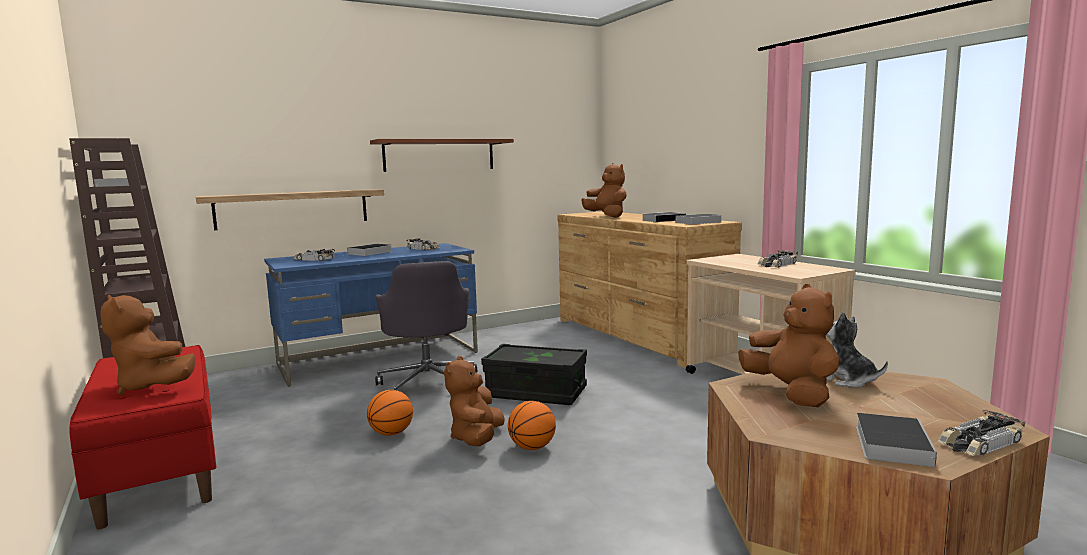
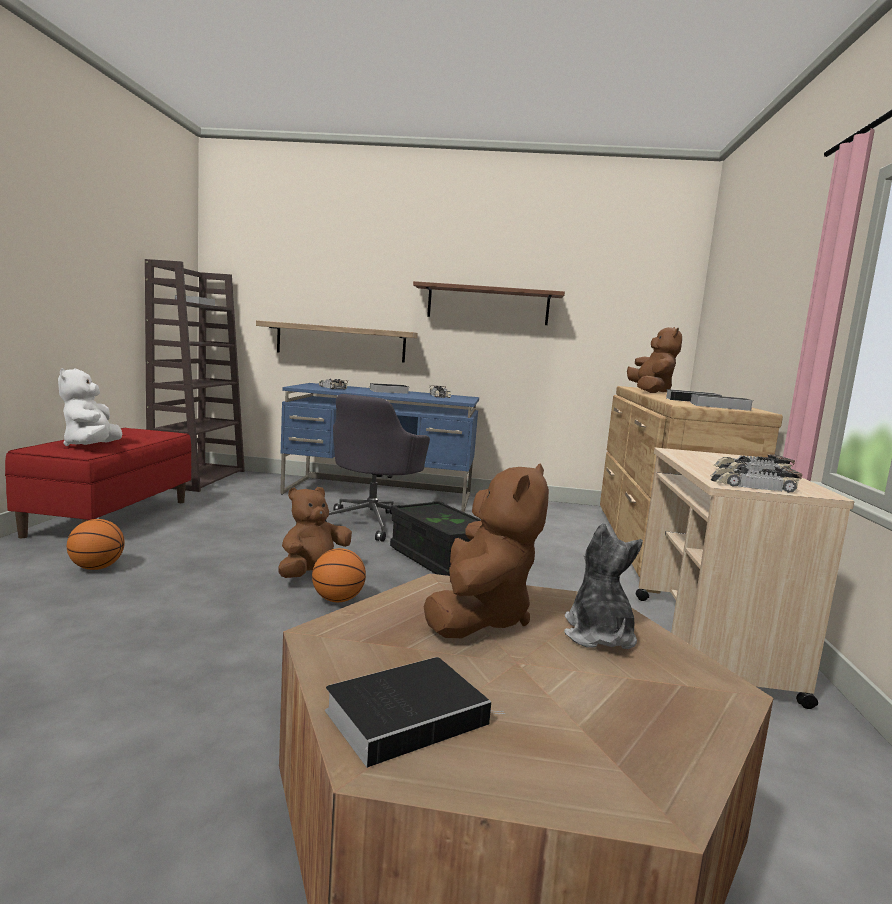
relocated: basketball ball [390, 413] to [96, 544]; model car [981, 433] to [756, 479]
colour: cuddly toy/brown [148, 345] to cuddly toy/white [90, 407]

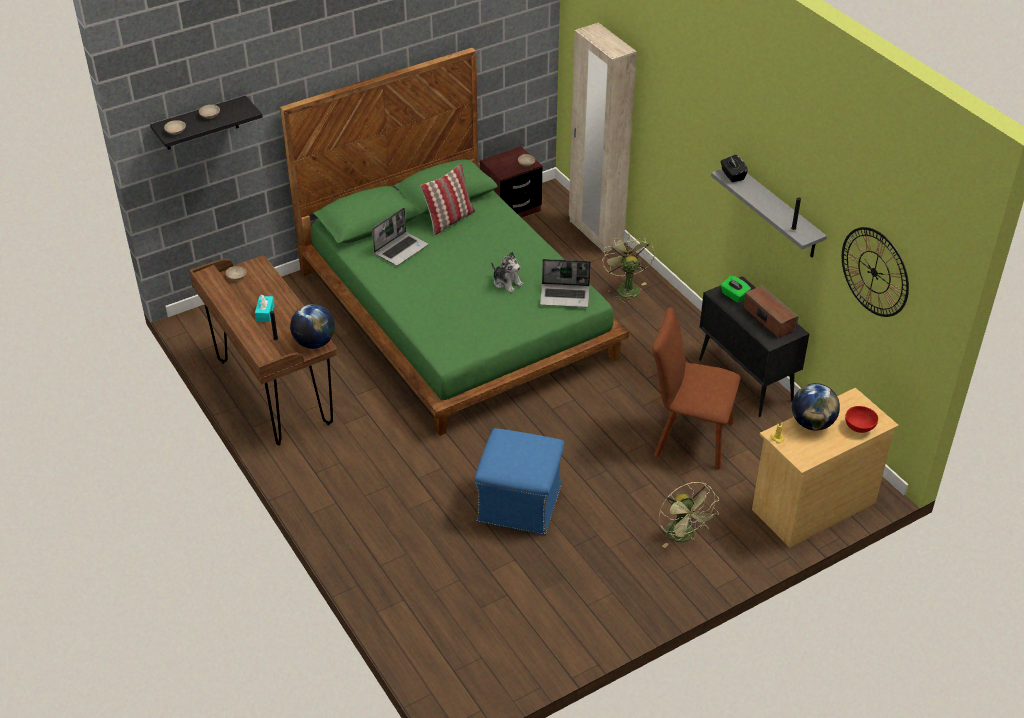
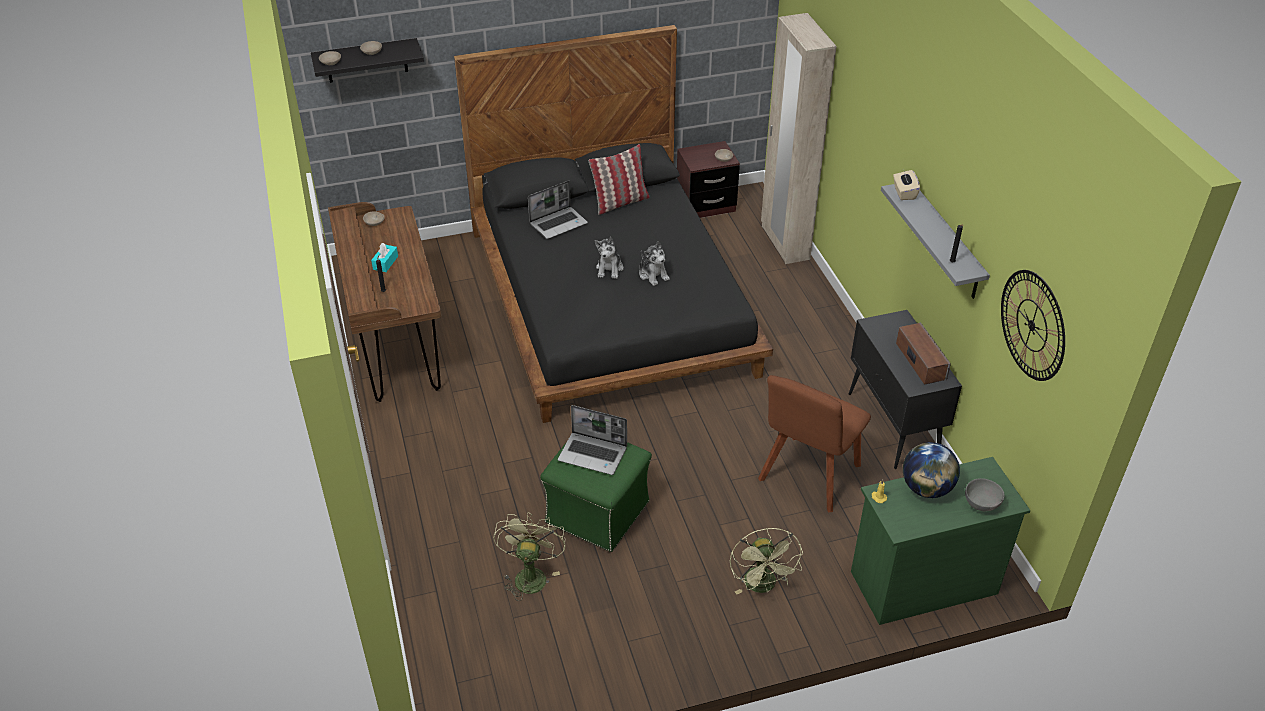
missing: globe [312, 326]; box of tissues/greenish [735, 289]
appeared: cuddly toy [608, 258]
relocated: fan/greenish [628, 269] to [529, 556]; portable computer [565, 283] to [592, 440]
colour: bed/greenish [454, 241] to bed/black [613, 224]; pouffe/bluish [519, 481] to pouffe/greenish [596, 497]; drawer chest/sand-coloured [825, 468] to drawer chest/greenish [941, 541]; box of tissues/black [734, 168] to box of tissues/sand-coloured [906, 185]; bowl/red [861, 419] to bowl/gray [985, 494]
spun: upright chair/brown [696, 388] = [814, 443] 90 degrees counterclockwise

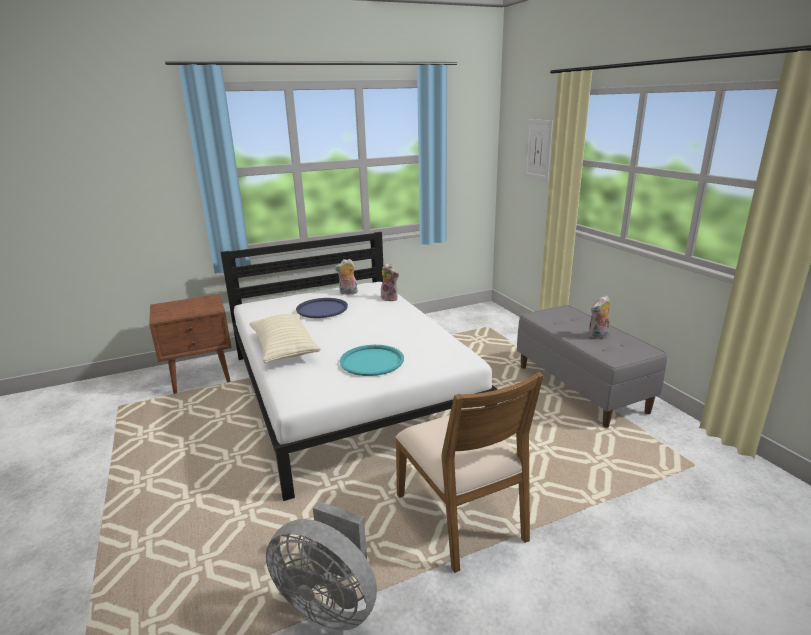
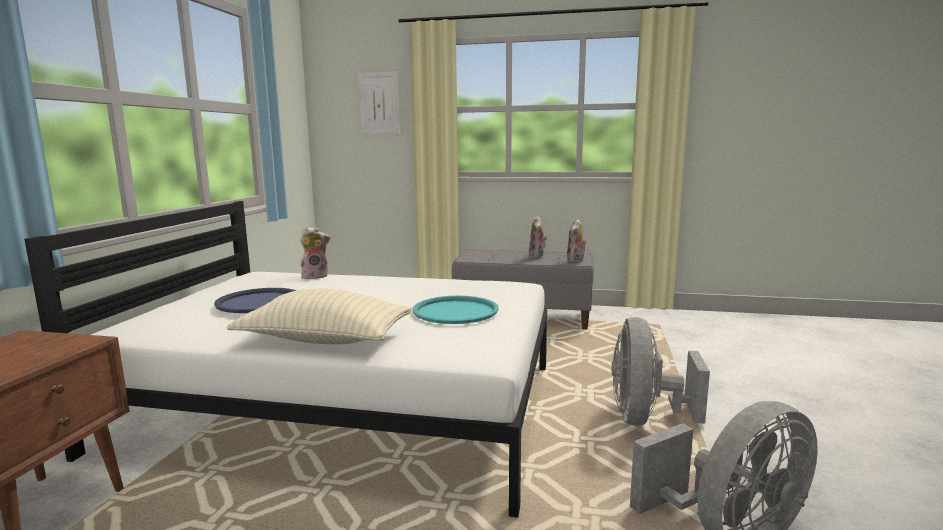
relocated: cuddly toy [346, 277] to [576, 241]
exchanged: upright chair/brown [469, 472] to fan/gray [661, 371]

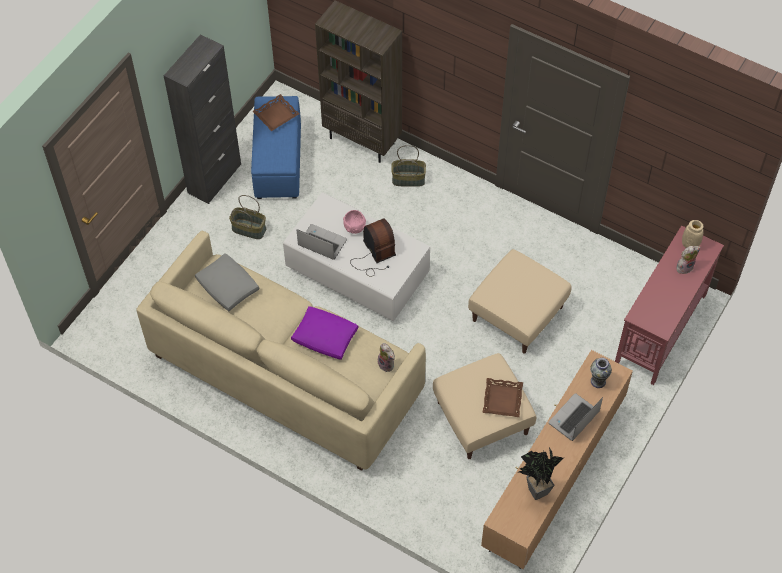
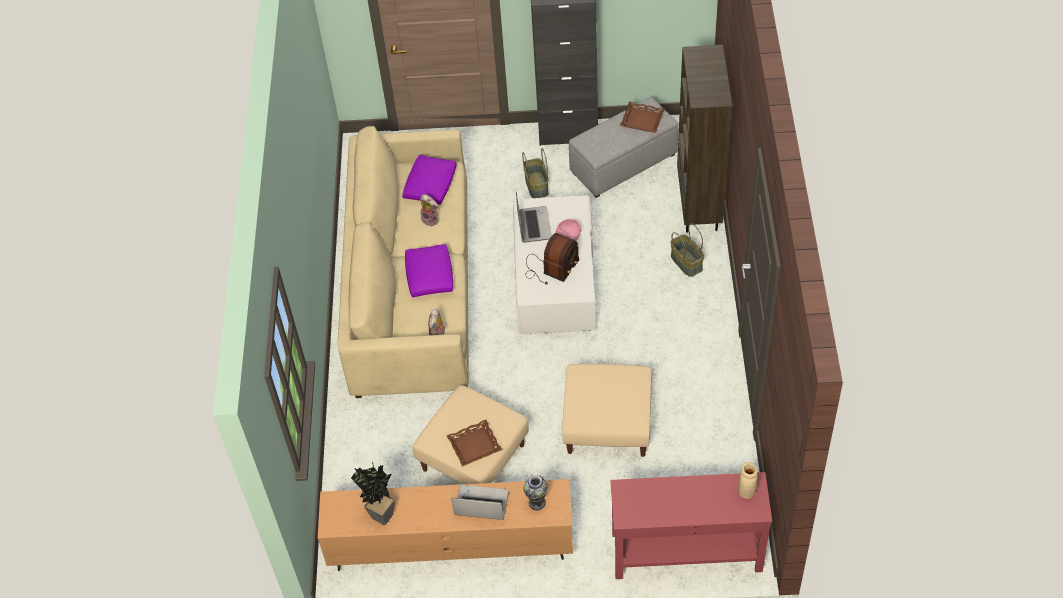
relocated: cuddly toy [688, 260] to [429, 210]
colour: cushion/gray [227, 282] to cushion/purple [429, 180]; pouffe/bluish [276, 147] to pouffe/gray [624, 148]

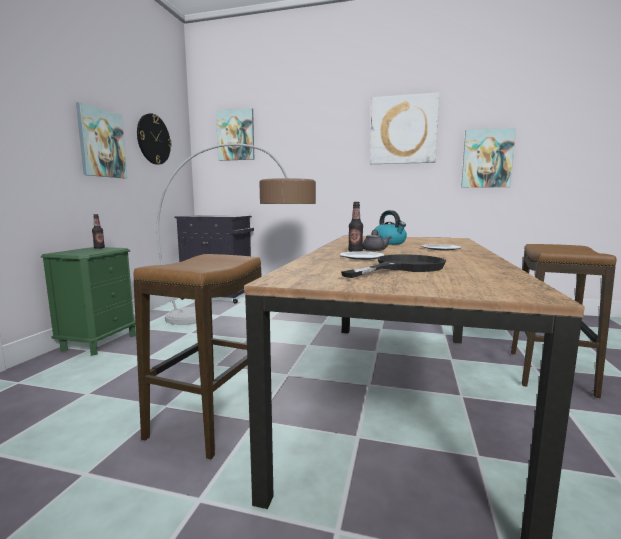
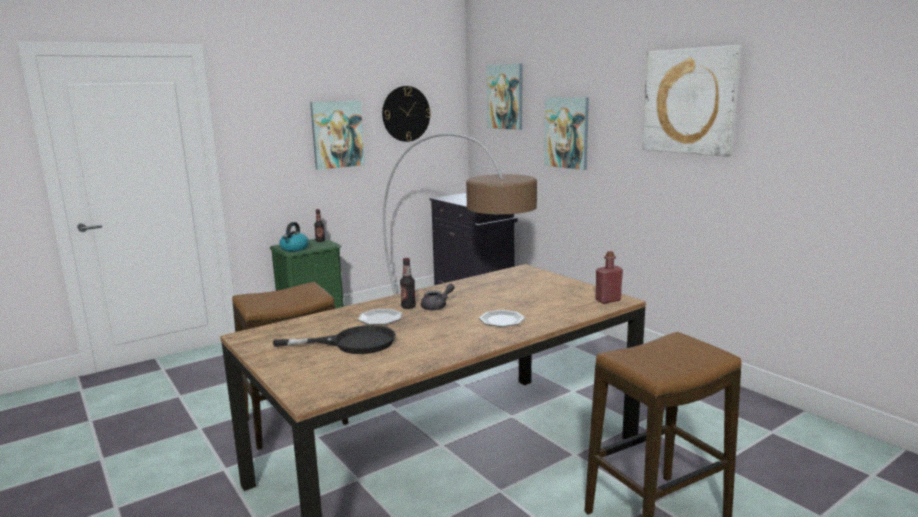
appeared: bottle/red [609, 277]
relocated: kettle [390, 227] to [294, 236]; wall picture [488, 158] to [566, 133]

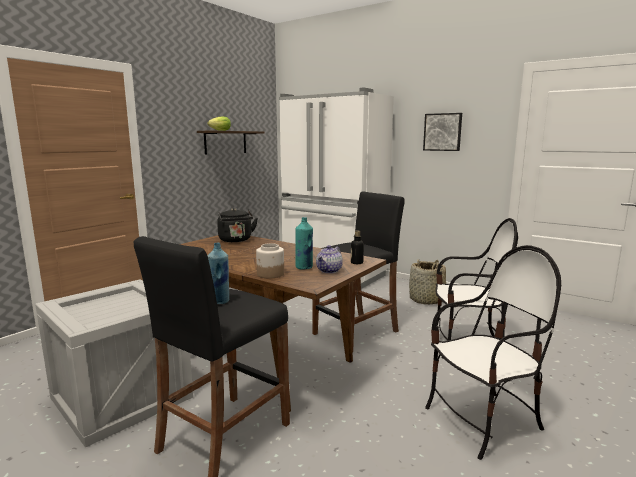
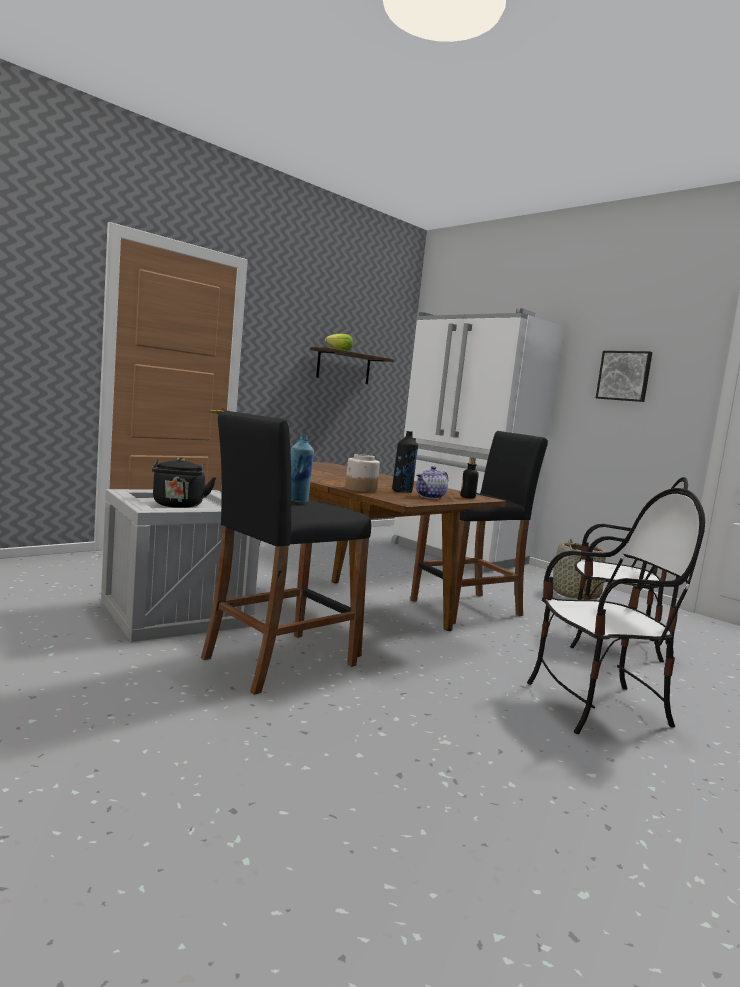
relocated: kettle/black [237, 225] to [184, 483]
colour: bottle/blue-green [304, 243] to bottle/black [405, 462]

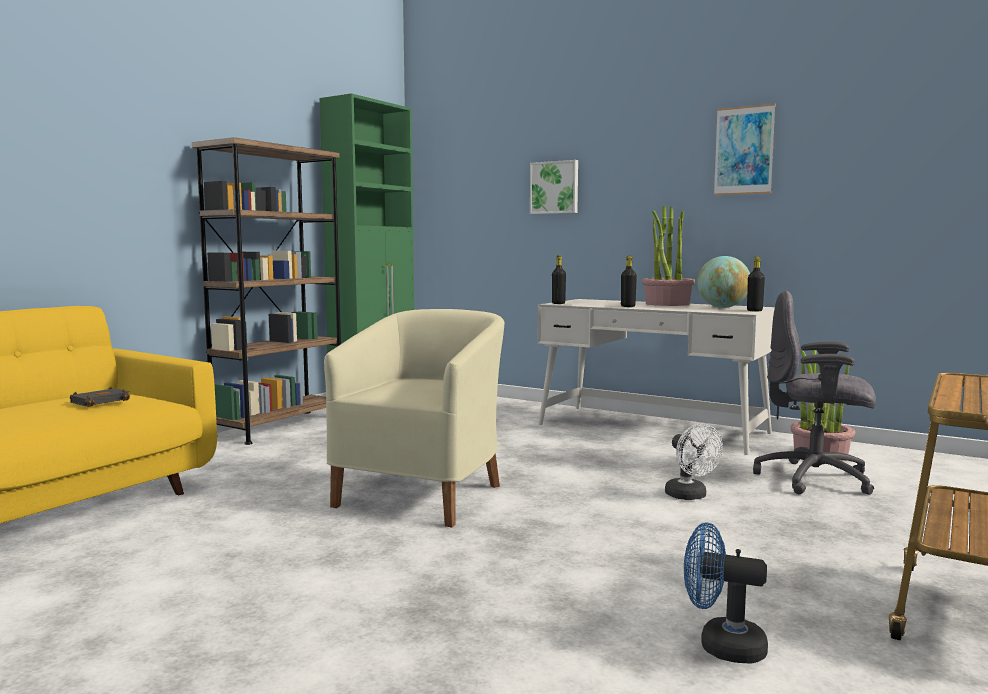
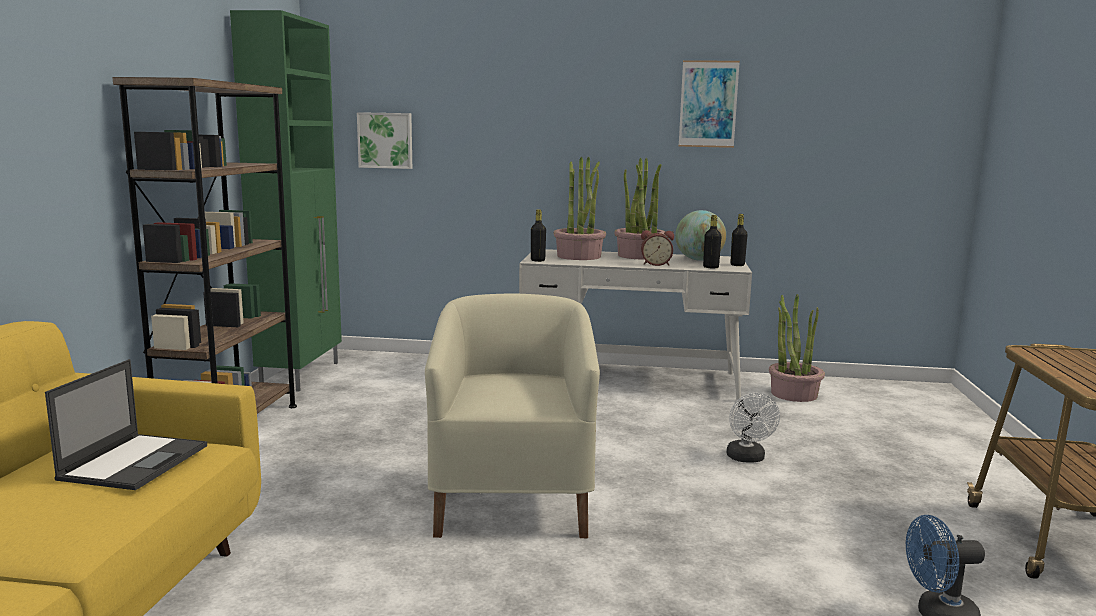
missing: computer chair/gray [814, 393]
appeared: plant in a pot [580, 208]; alarm clock [657, 248]
relocated: wall picture [554, 187] to [384, 140]; bottle/black [629, 281] to [712, 241]
exchanged: volume/black [100, 396] to portable computer [126, 424]
spun: fan/white [694, 461] = [753, 428] 45 degrees clockwise

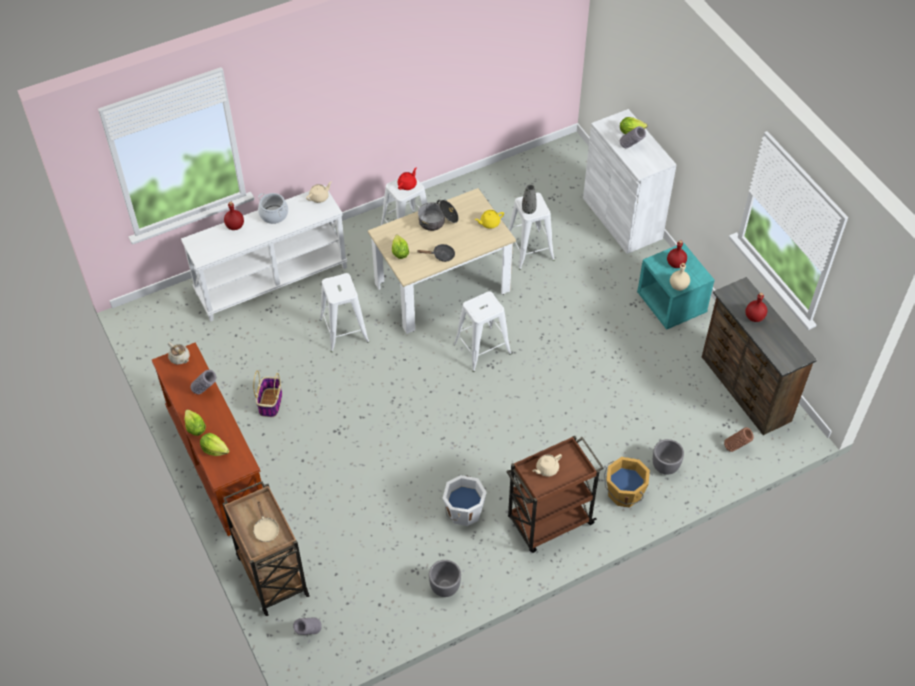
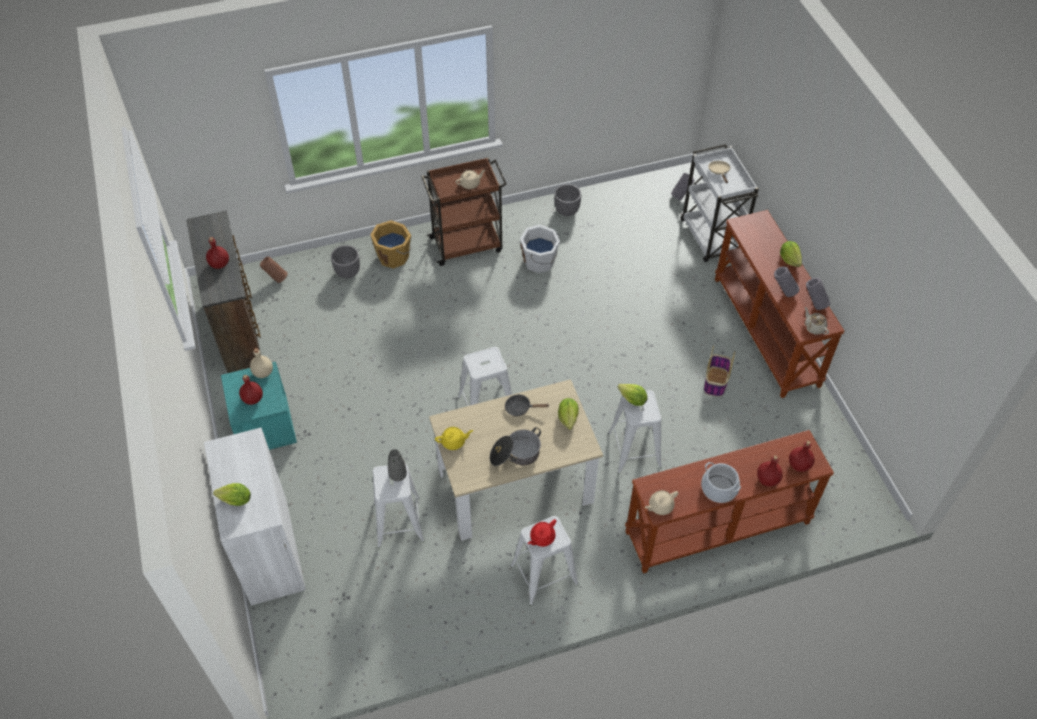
appeared: bottle/red [801, 456]
relocated: head of lettuce [214, 444] to [632, 395]; vase/gray [633, 137] to [818, 294]
colour: hall table/white [264, 253] to hall table/brown [729, 501]; wheeled cart/brown [266, 548] to wheeled cart/white [719, 203]

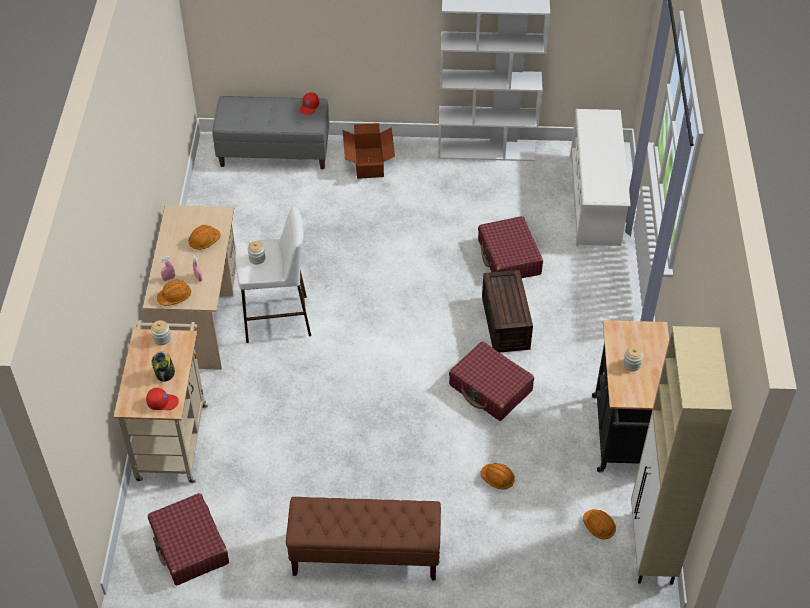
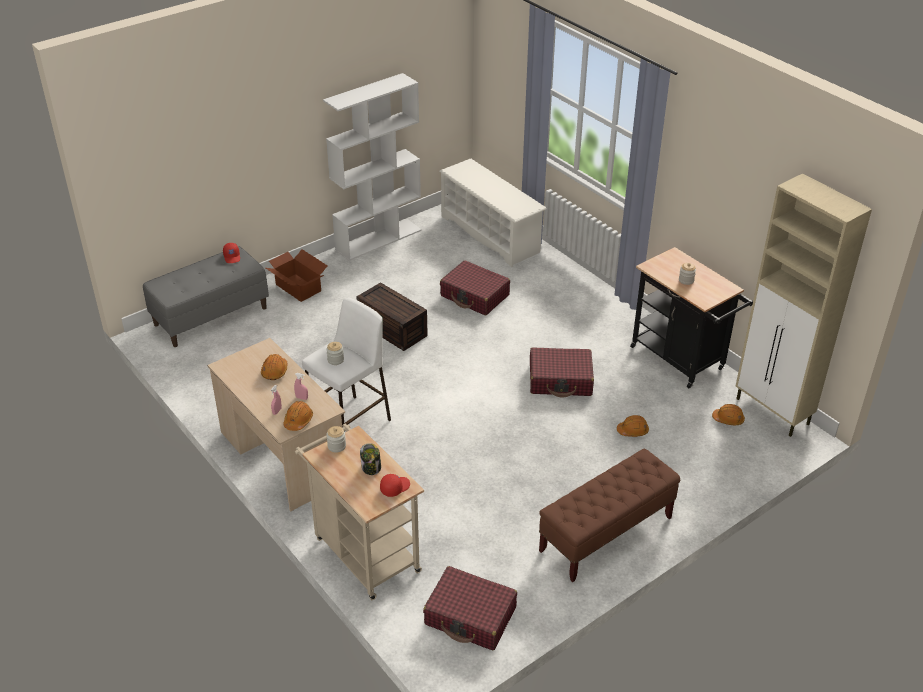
relocated: storage bin/brown [507, 311] to [392, 316]

